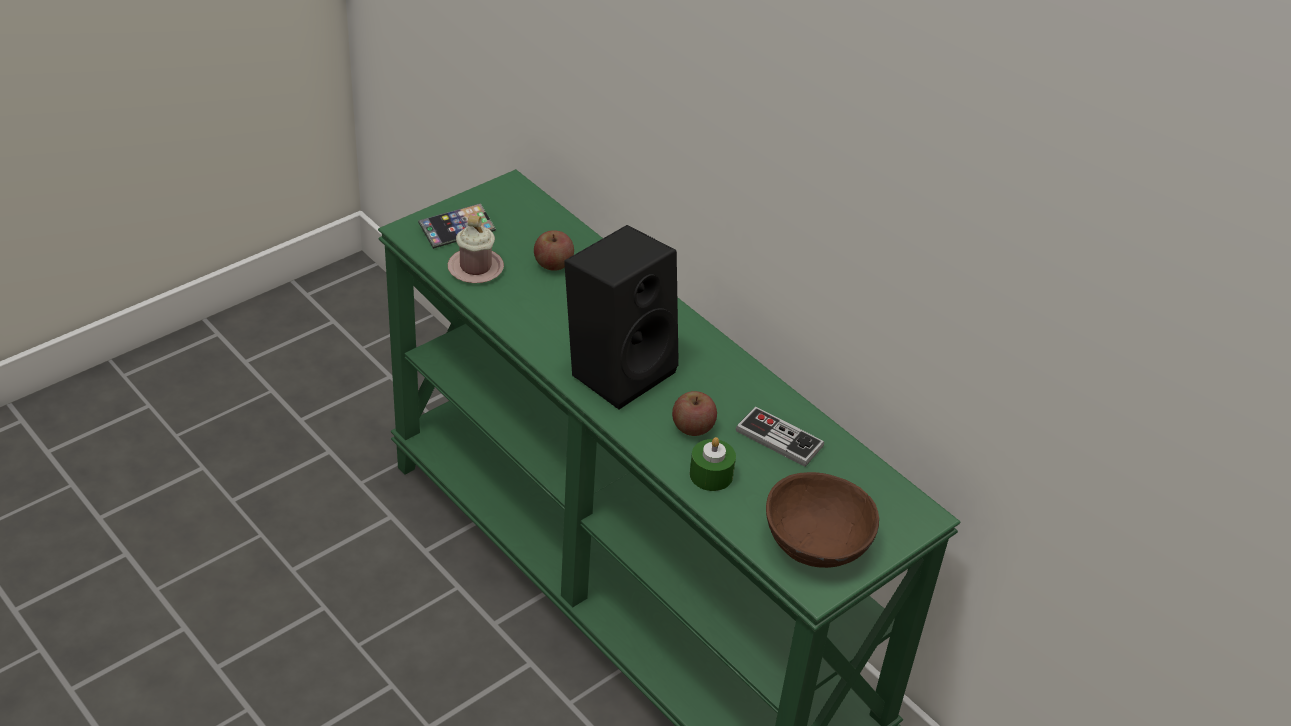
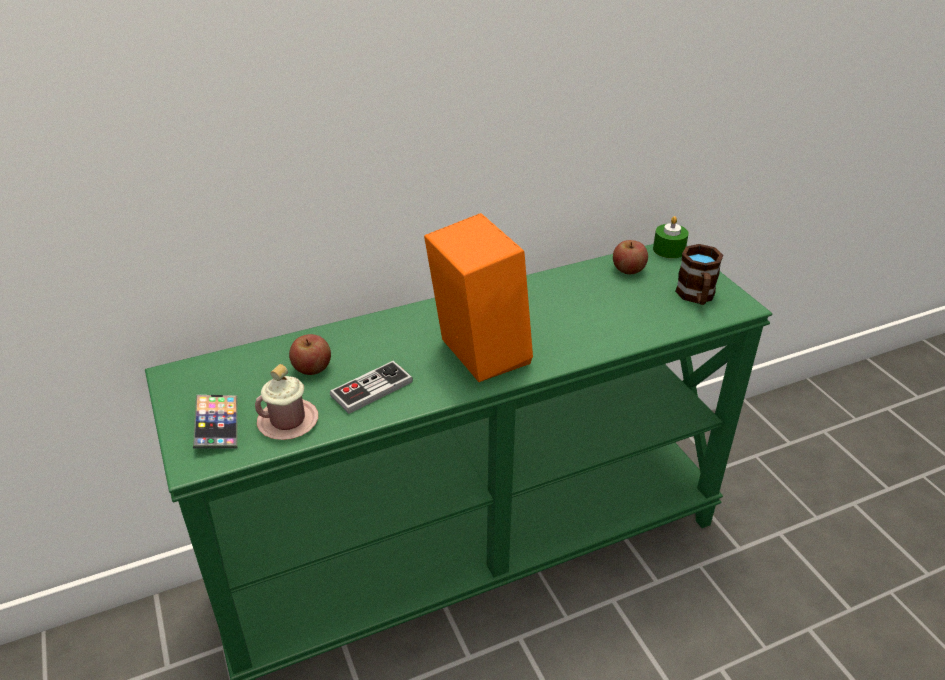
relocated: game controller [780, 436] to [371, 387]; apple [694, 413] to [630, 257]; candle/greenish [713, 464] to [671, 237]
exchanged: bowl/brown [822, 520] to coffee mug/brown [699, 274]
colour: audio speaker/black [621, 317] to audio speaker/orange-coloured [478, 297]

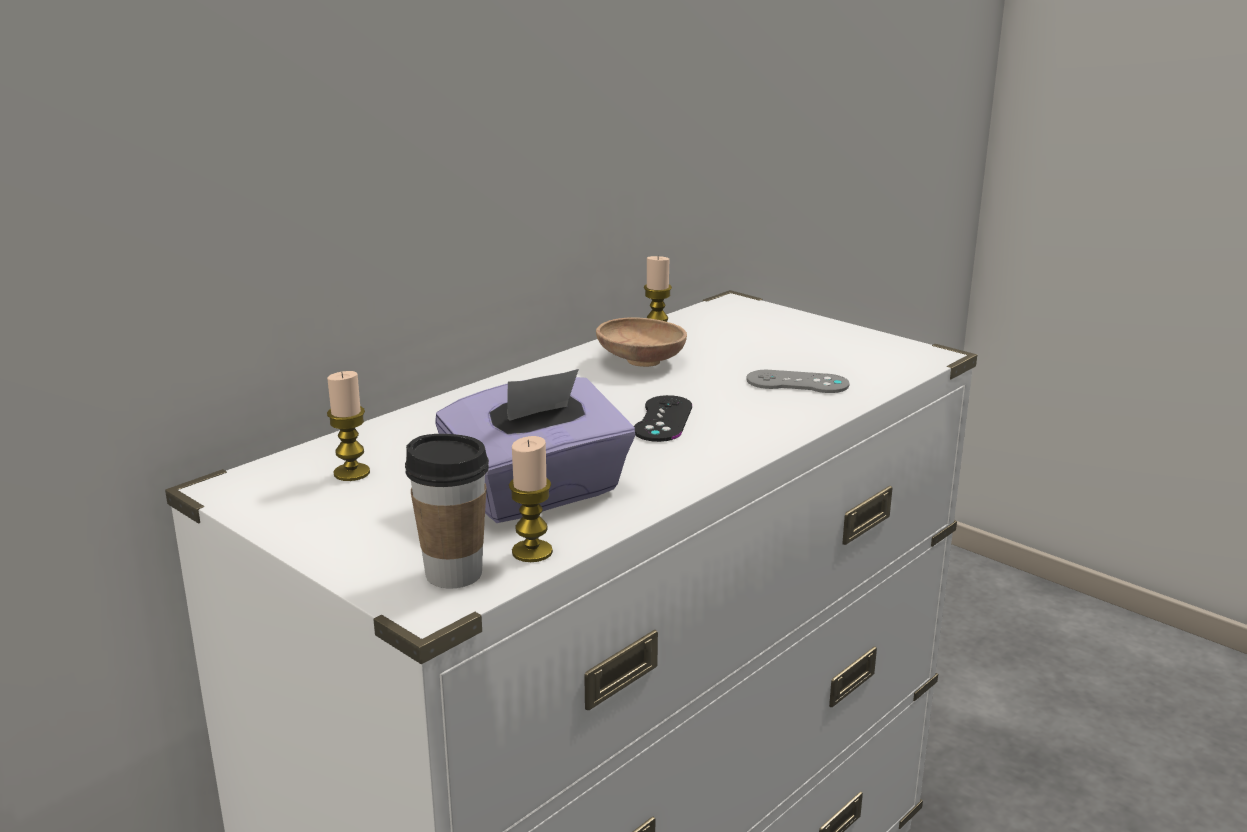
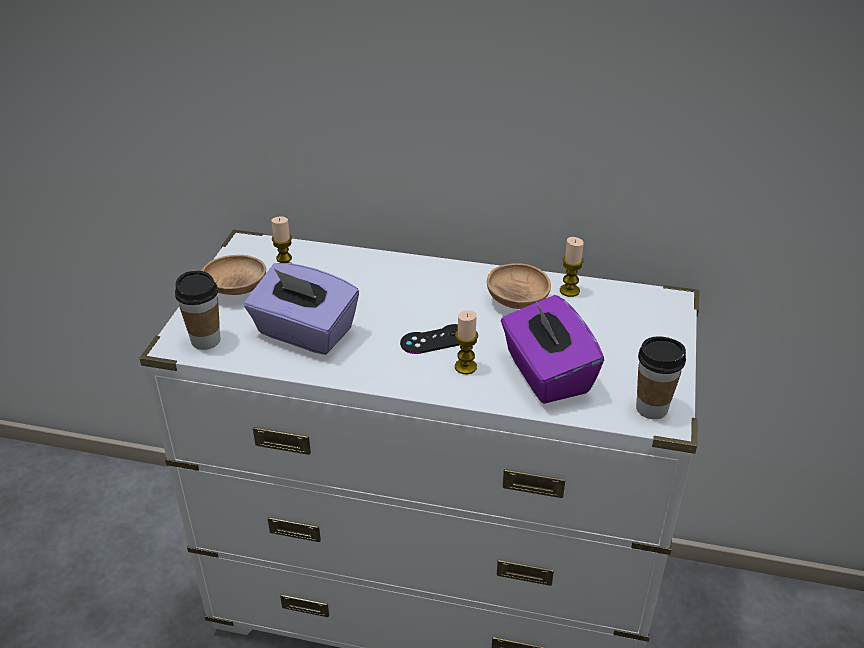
appeared: bowl/brown [234, 275]; cup [661, 377]
relocated: candle [531, 499] to [466, 342]
exchanged: game controller/gray [798, 381] to box of tissues/purple [552, 349]

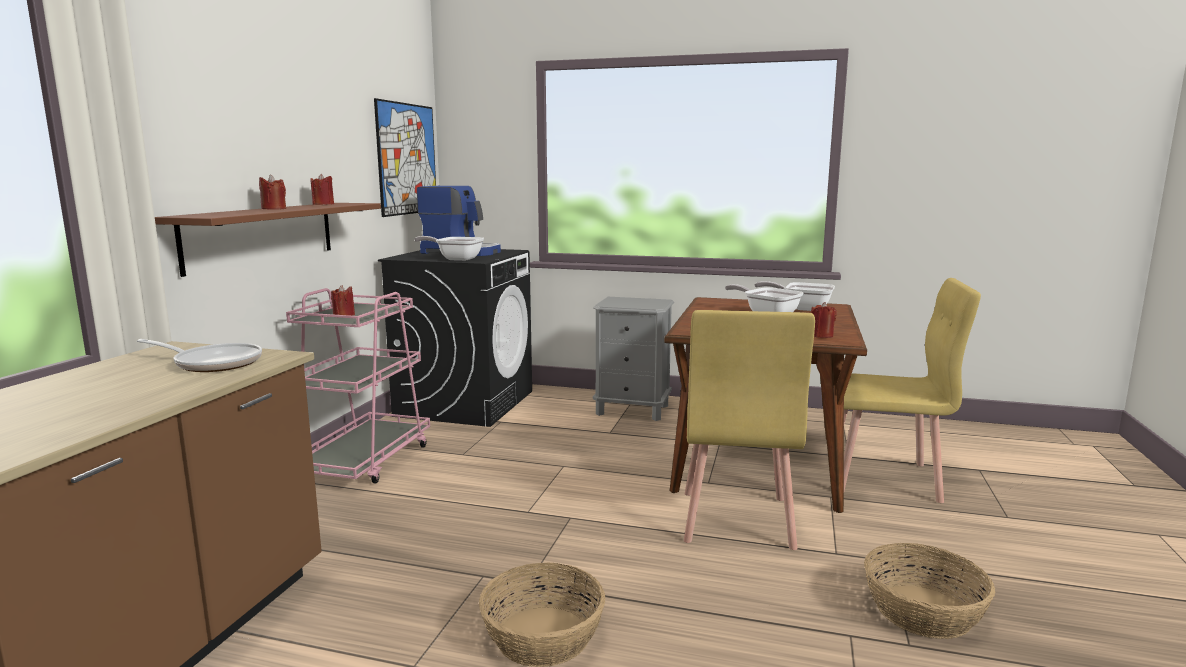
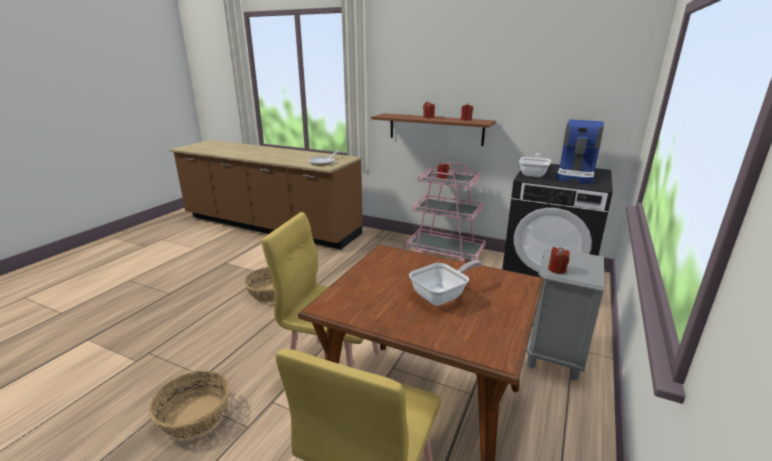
missing: wall picture [405, 157]; frying pan [794, 296]
relocated: candle/red [824, 320] to [559, 260]

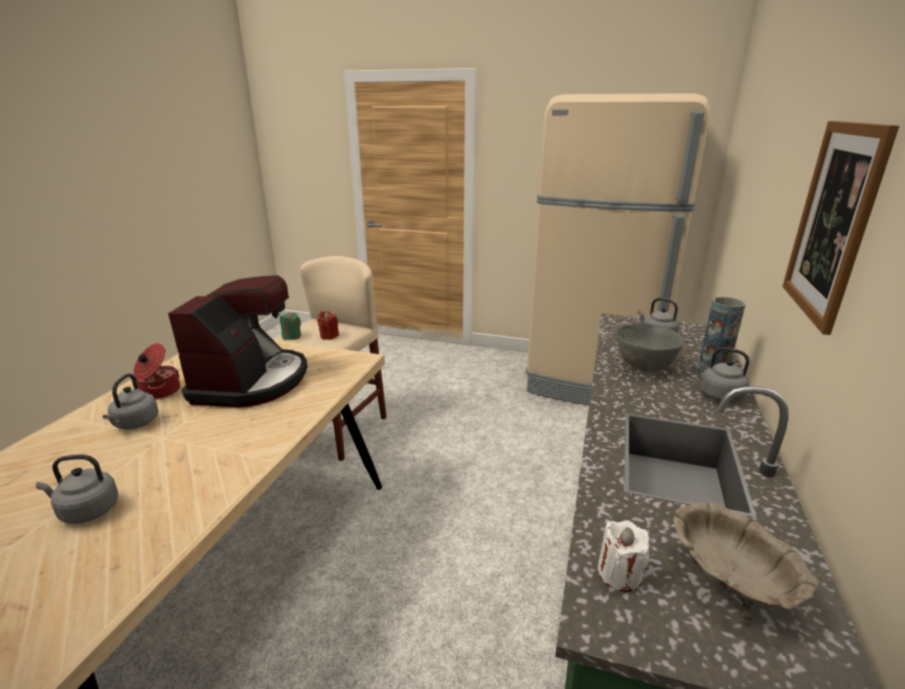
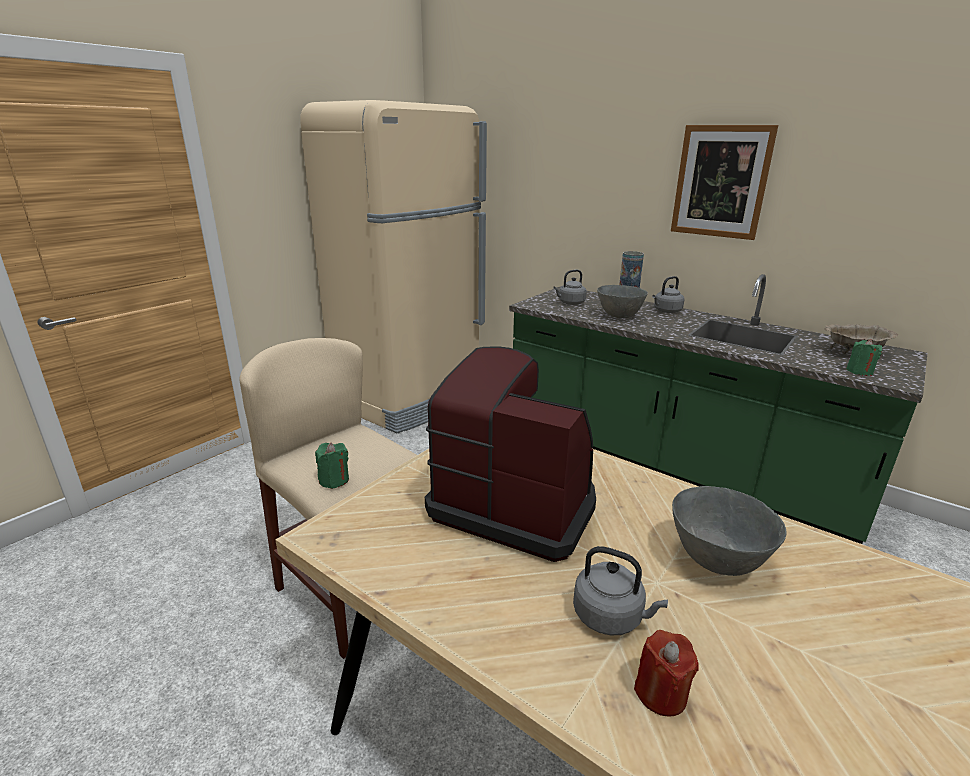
missing: kettle/gray [77, 489]; stockpot [157, 371]
appeared: bowl/gray [729, 531]
relocated: candle/red [328, 325] to [666, 673]
colour: candle/white [624, 556] to candle/greenish [864, 357]

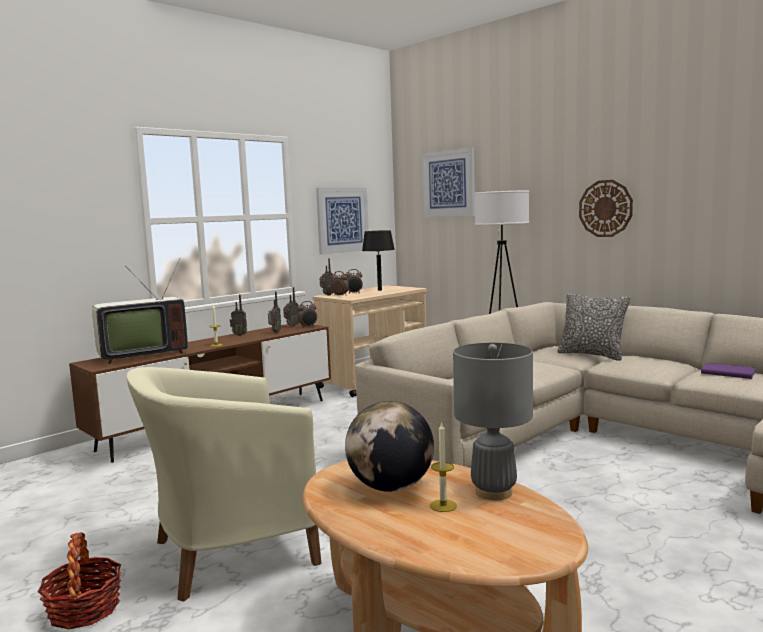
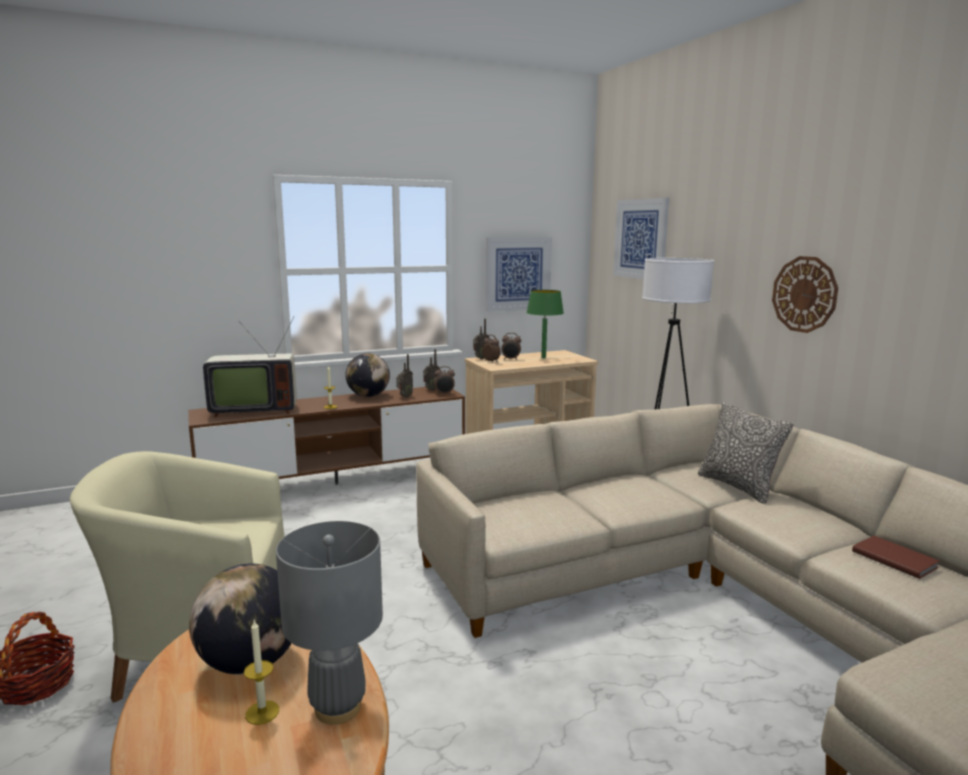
exchanged: radio set [238, 315] to globe [368, 375]
colour: tabletop lamp/black [378, 260] to tabletop lamp/greenish [545, 324]; volume/purple [728, 371] to volume/brown [896, 557]

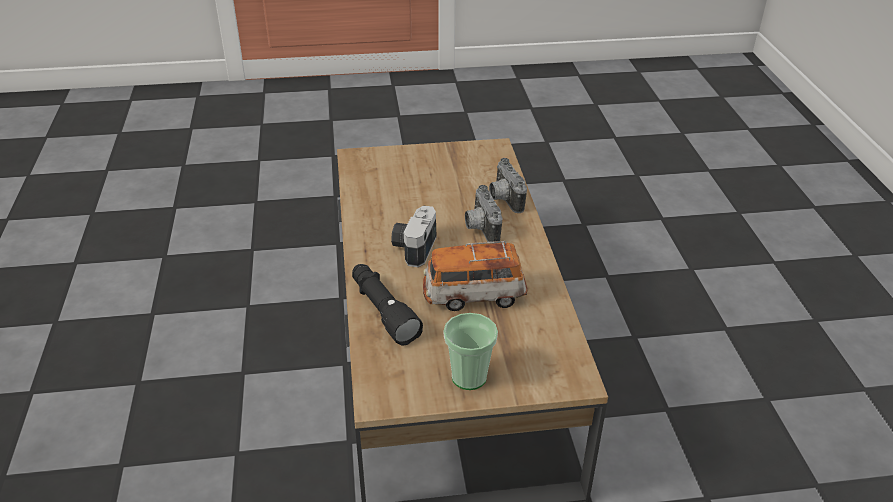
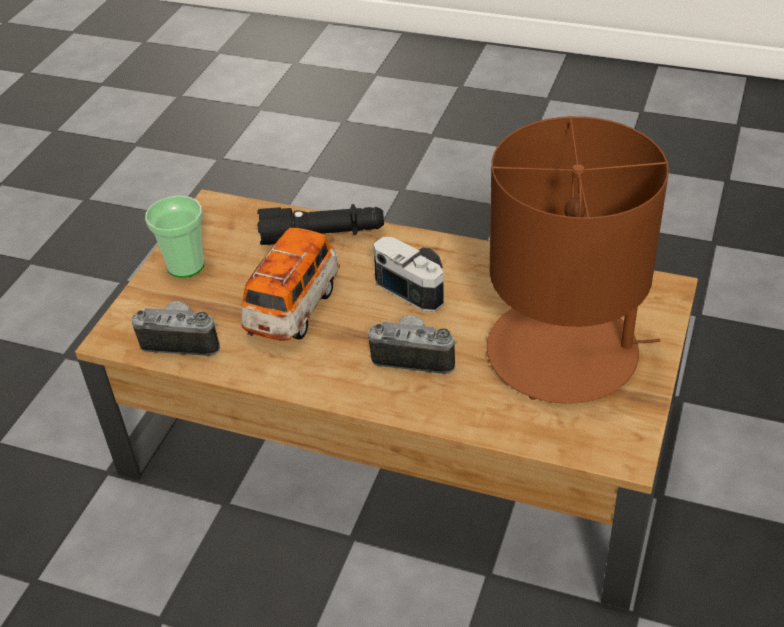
appeared: tabletop lamp/brown [578, 260]
relocated: still camera [508, 185] to [176, 328]

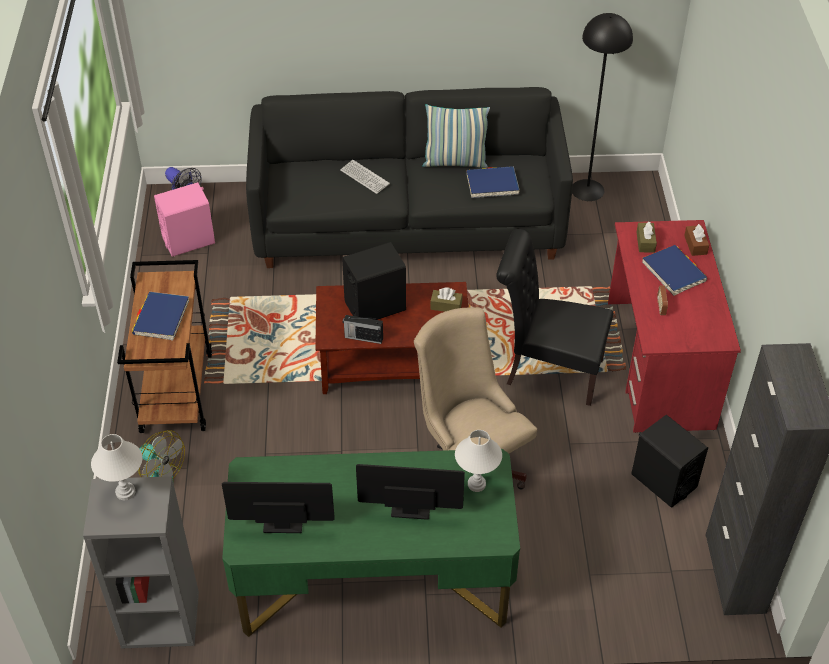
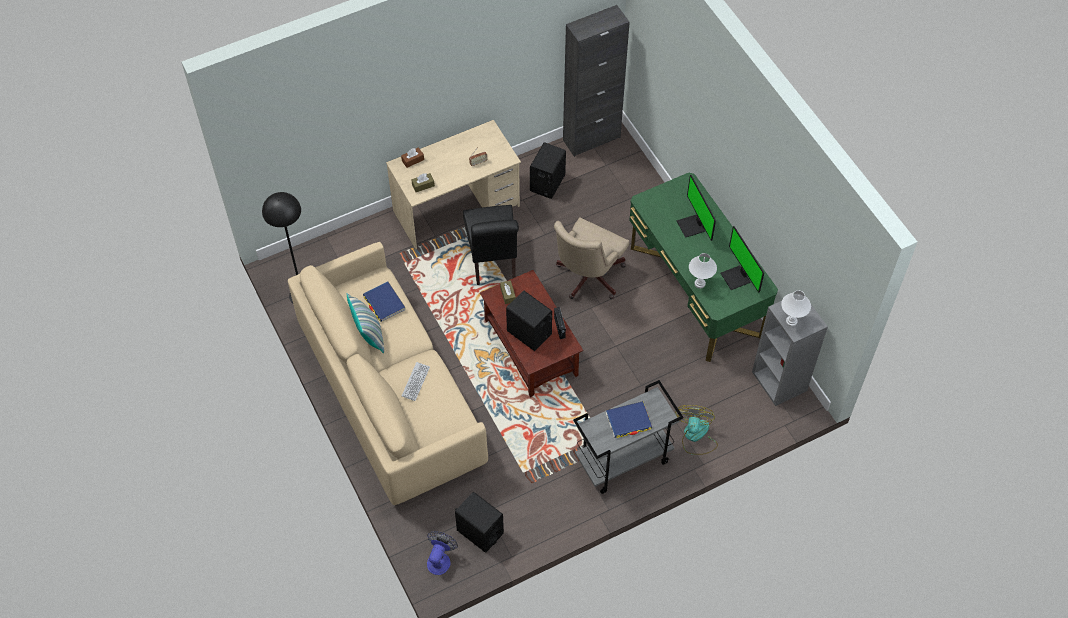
missing: volume/bluish [674, 270]
relocated: tabletop lamp/white [478, 461] to [703, 271]
colour: settee/black [409, 177] to settee/sand-coloured [388, 373]; desk/red [674, 326] to desk/sand-coloured [453, 185]; audio speaker/pink-coloured [184, 219] to audio speaker/black [479, 522]; wheeled cart/brown [164, 346] to wheeled cart/gray [628, 437]

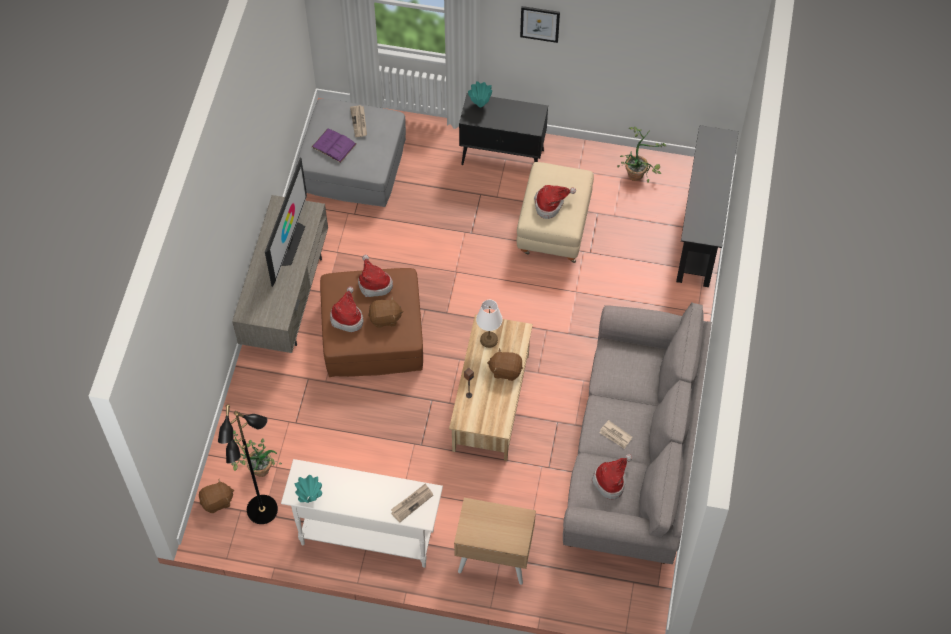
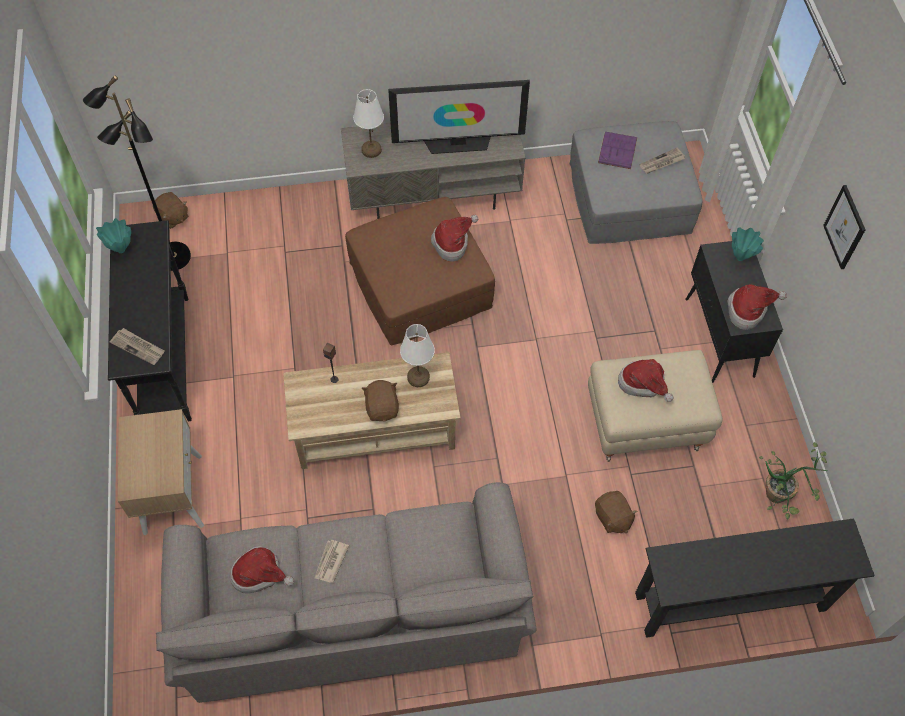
missing: plant in a pot [256, 453]
appeared: tabletop lamp/white [368, 123]
relocated: cuddly toy/brown [386, 312] to [616, 512]; wearable hat [347, 309] to [757, 307]
colour: hall table/white [362, 513] to hall table/black [150, 320]

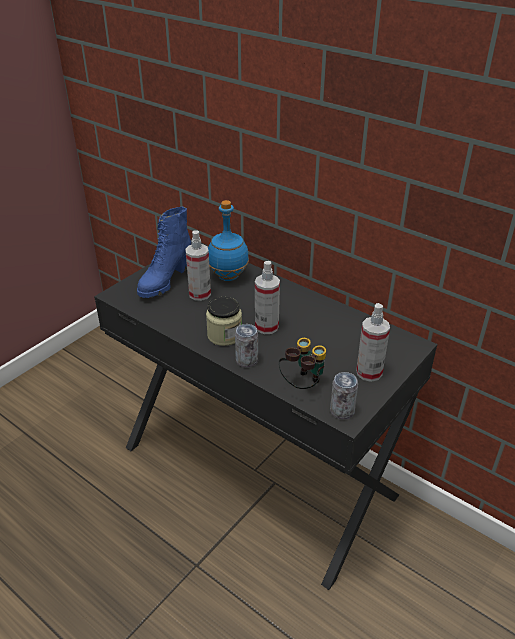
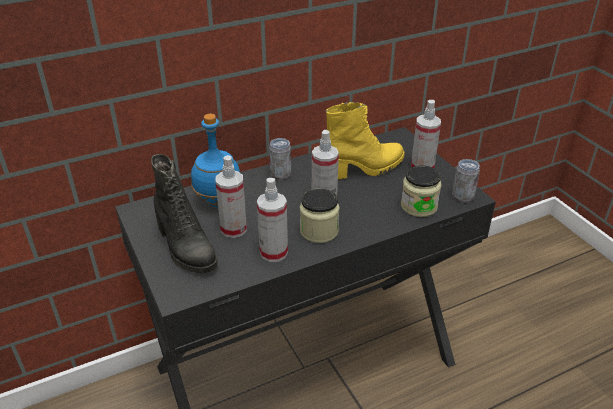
appeared: spray bottle [272, 220]; high-top boot/yellowish [365, 140]
relocated: metal can [246, 345] to [280, 159]
exchanged: pair of binoculars [302, 363] to preserve jar [421, 191]
colour: high-top boot/bluish [164, 252] to high-top boot/black [184, 214]

